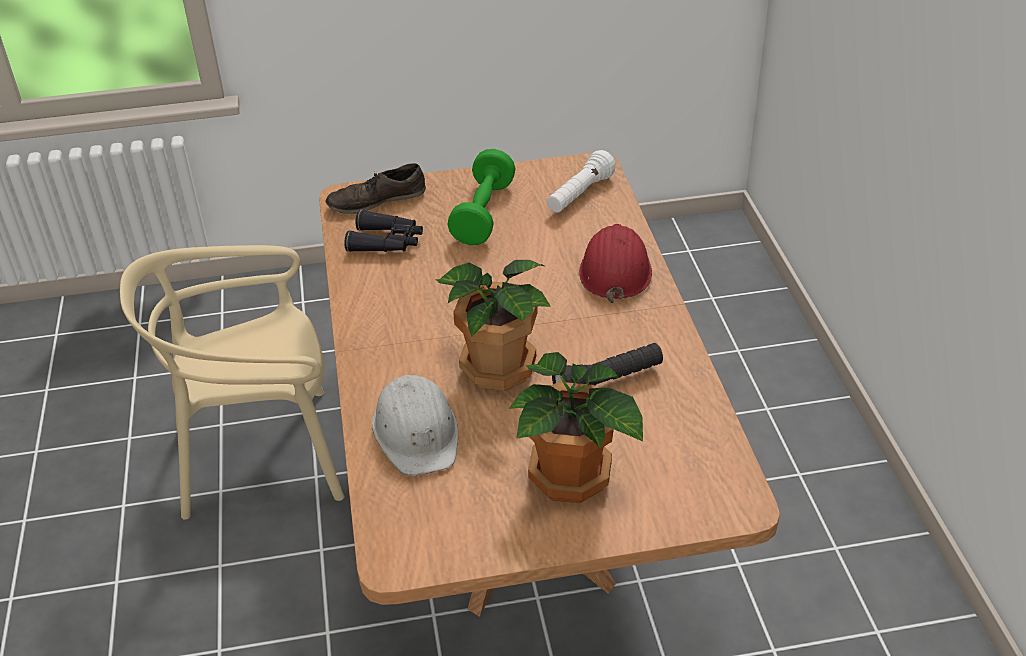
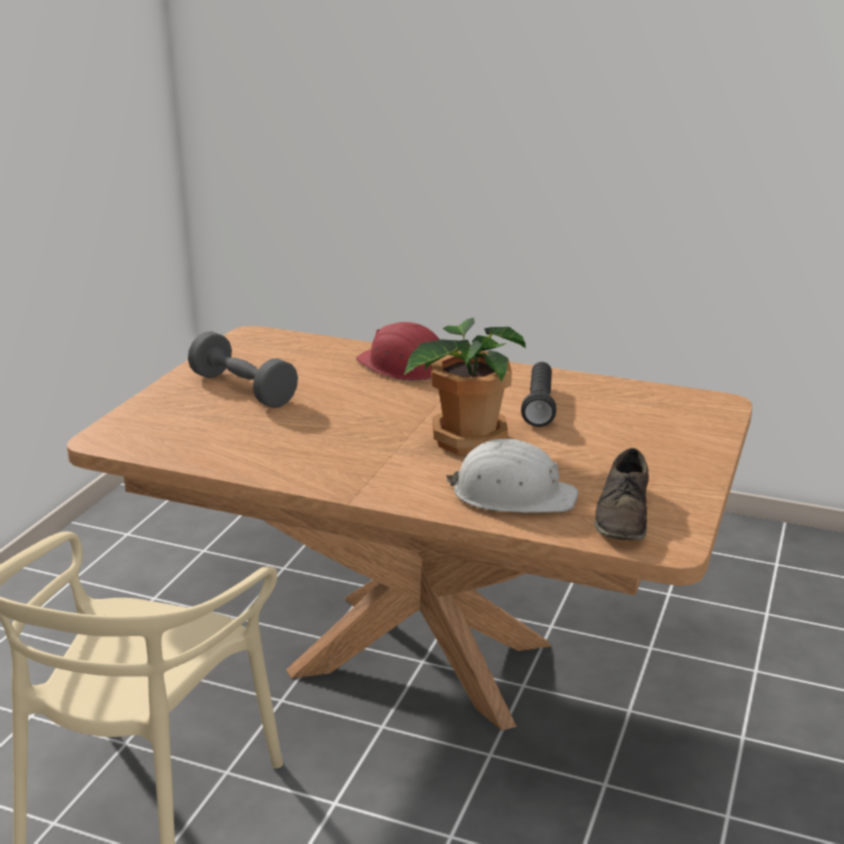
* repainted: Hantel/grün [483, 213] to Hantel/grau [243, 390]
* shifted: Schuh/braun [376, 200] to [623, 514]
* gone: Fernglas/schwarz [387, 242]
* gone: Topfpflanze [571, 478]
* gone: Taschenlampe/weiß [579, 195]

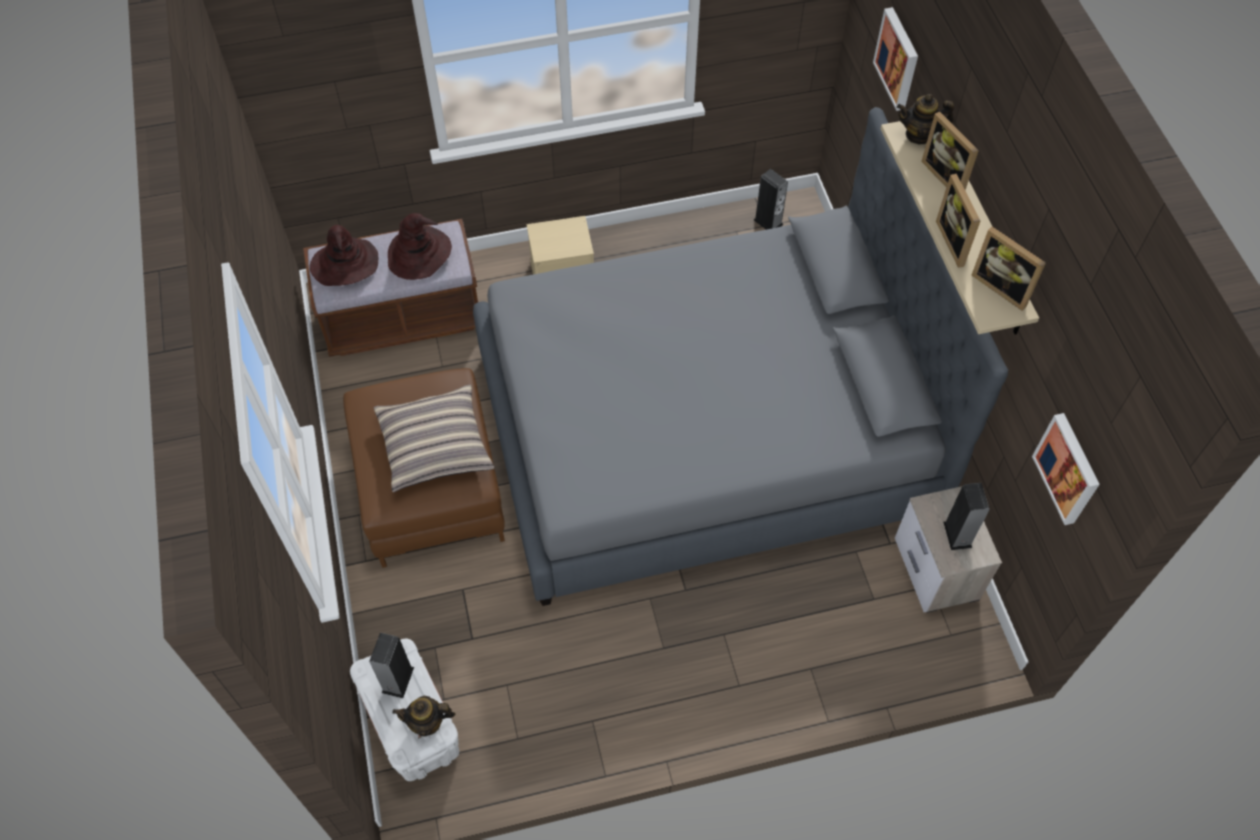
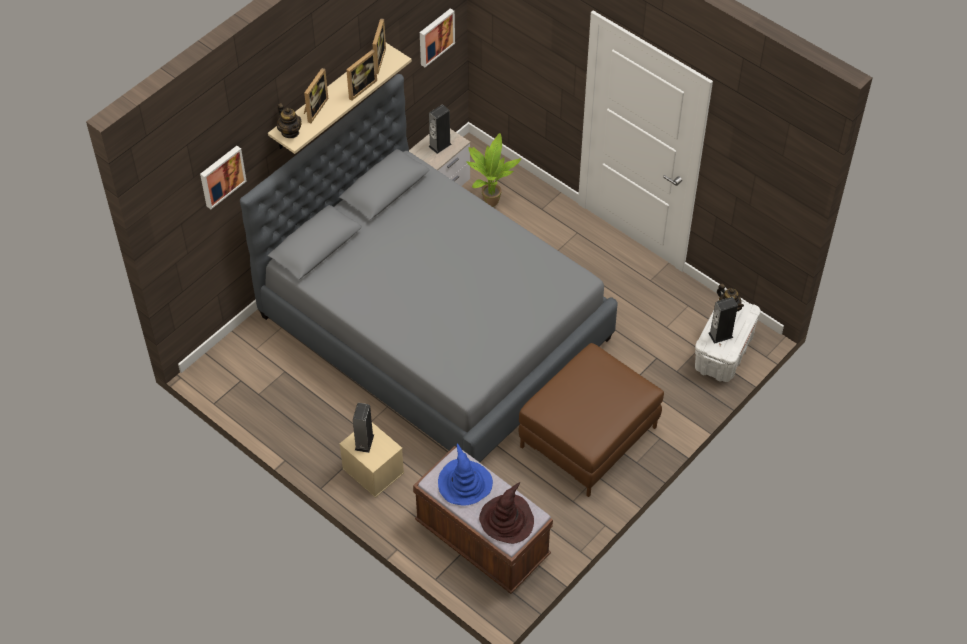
* shifted: Lautsprecher [768, 222] to [364, 442]
* repainted: Hut/braun [419, 254] to Hut/blau [464, 483]
* new: Topfpflanze [489, 201]
* gone: Kissen [435, 445]

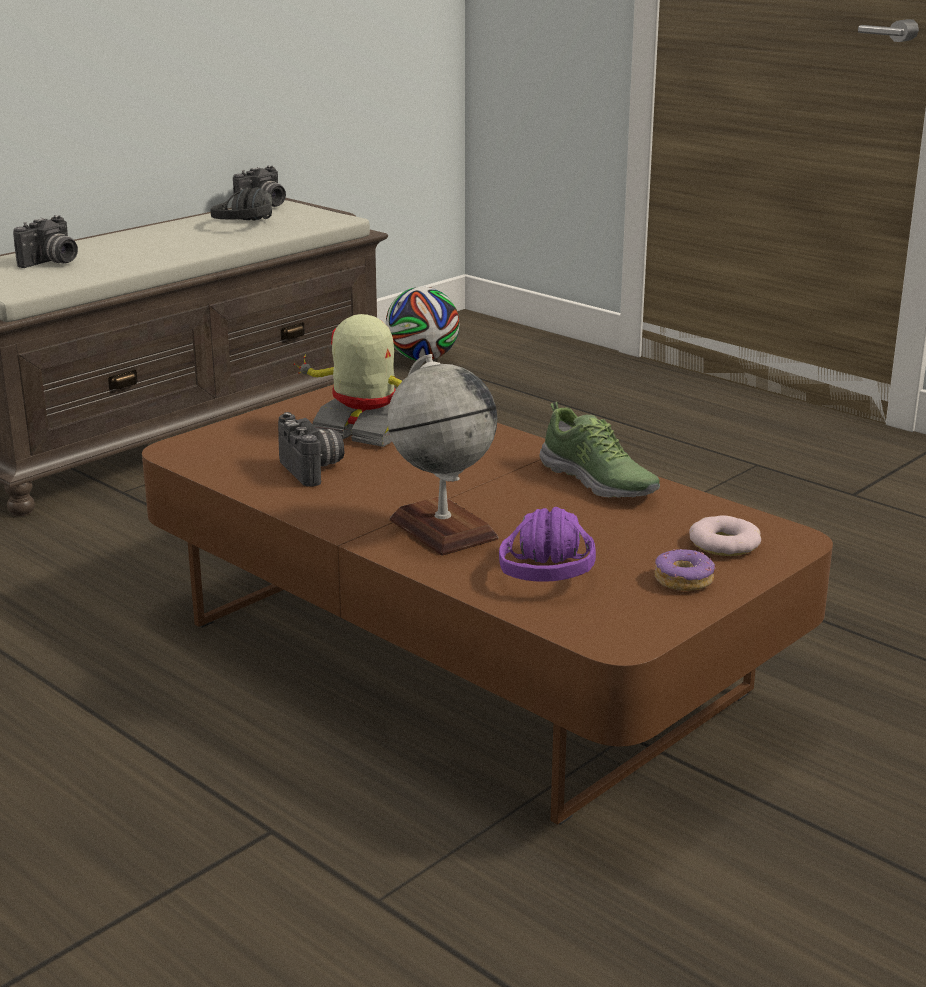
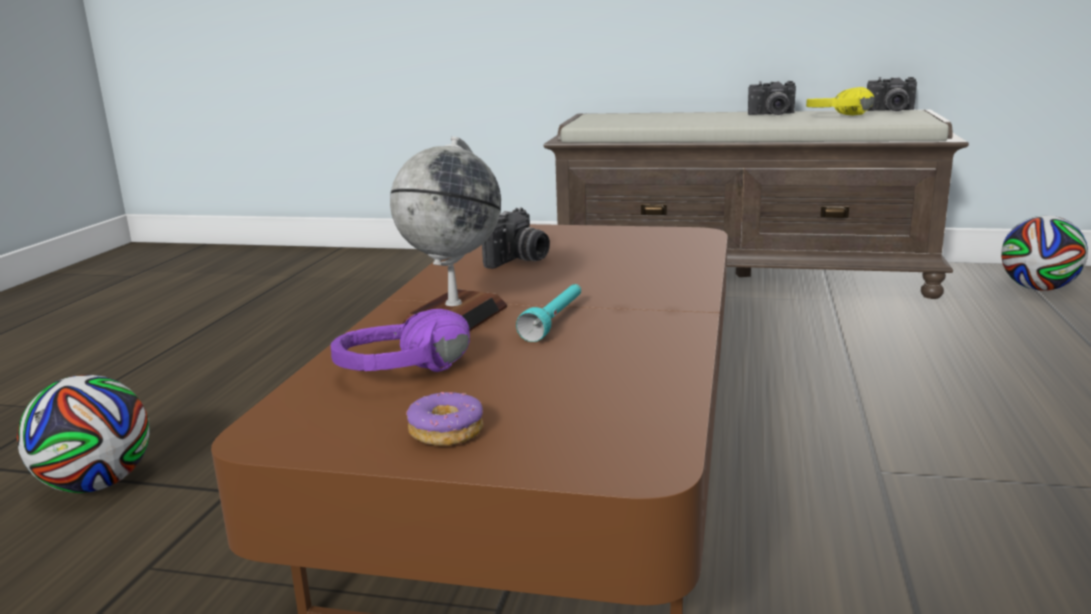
* new: Fußball [97, 484]
* new: Taschenlampe/türkis [555, 321]
* shifted: Kamera [52, 263] to [772, 114]
* repainted: Kopfhörer/schwarz [256, 224] to Kopfhörer/gelb [845, 117]
* gone: Spielzeugroboter [366, 430]
* gone: Schuh [599, 482]
* gone: Donut [724, 543]

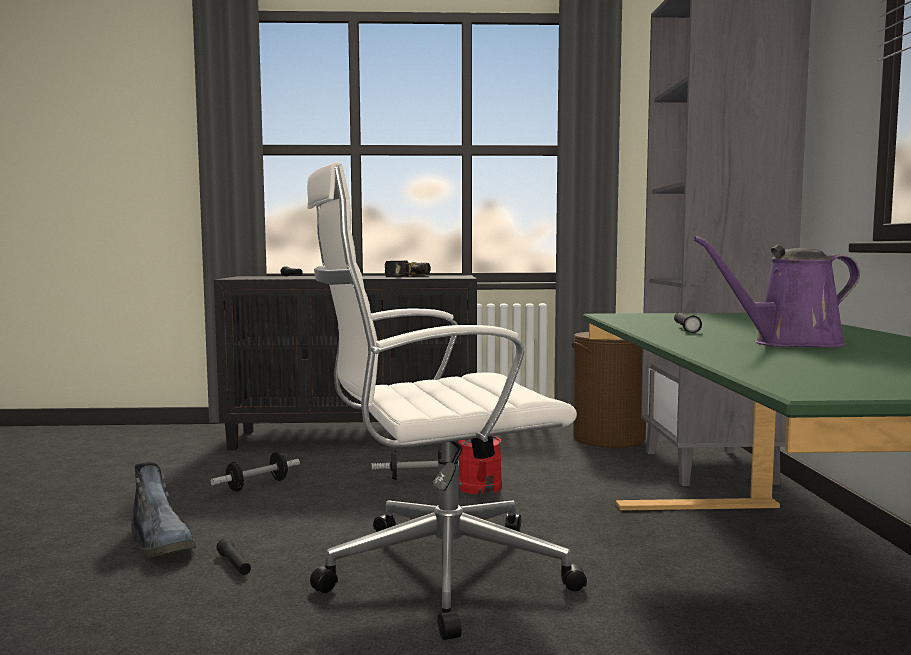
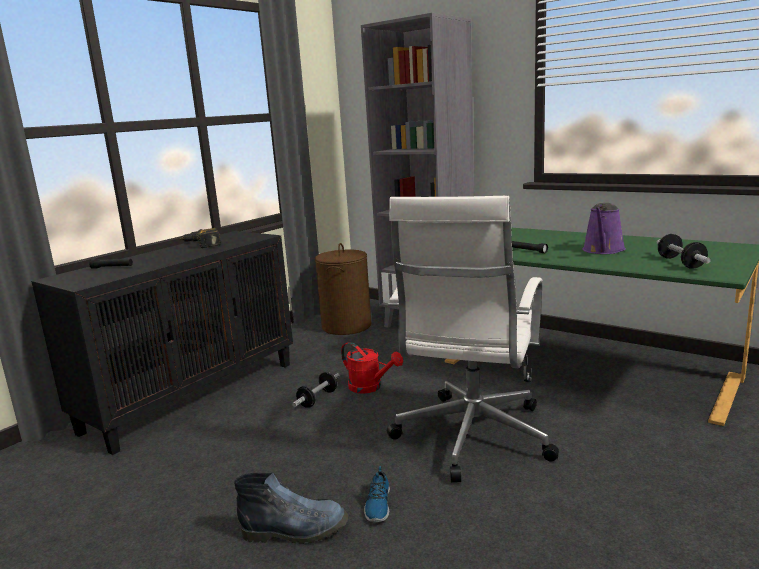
* swapped: Taschenlampe/schwarz [234, 565] to Schuh [377, 505]
* shifted: Hantel [257, 485] to [680, 263]

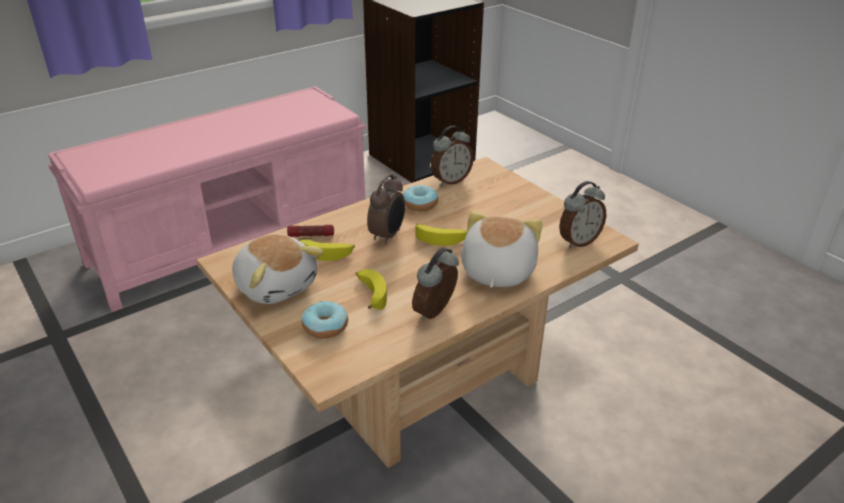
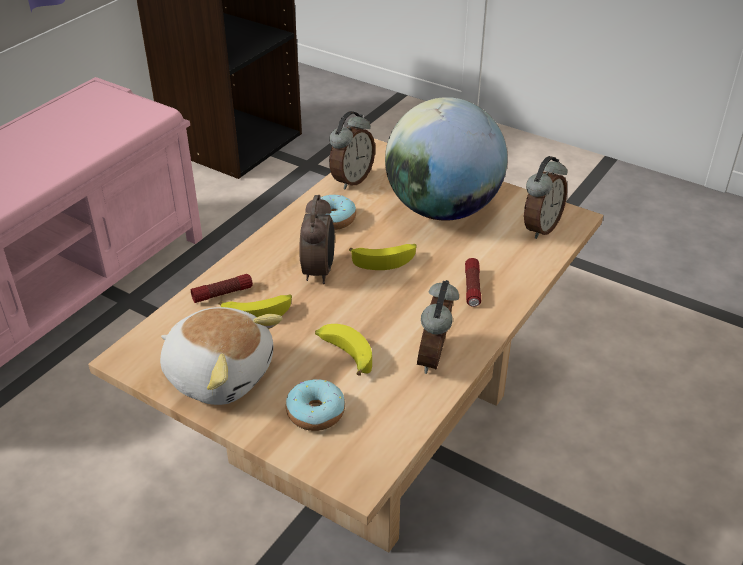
* new: Globus [442, 209]
* swapped: Plüschtier [496, 271] to Taschenlampe [472, 288]

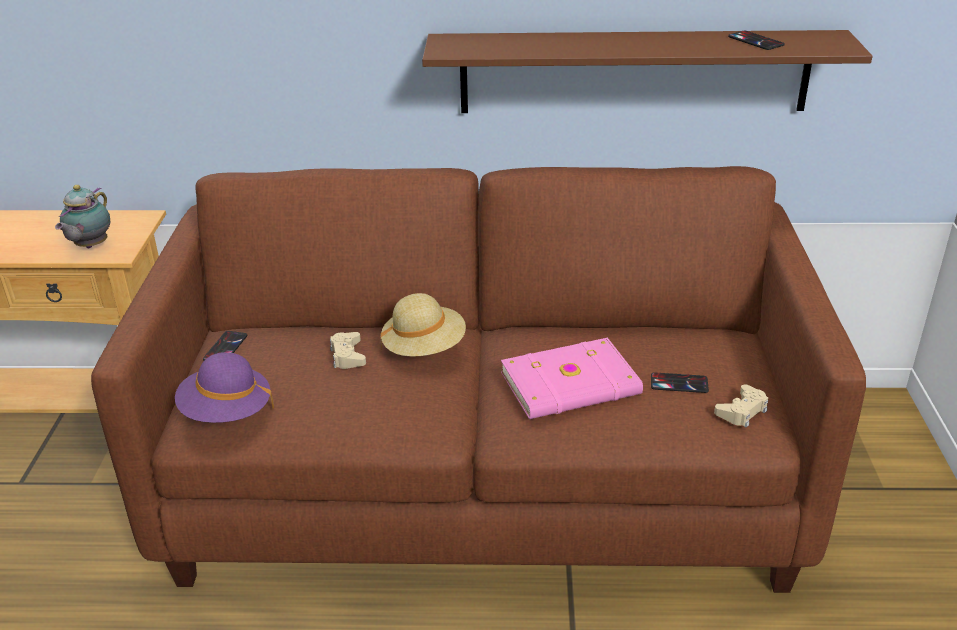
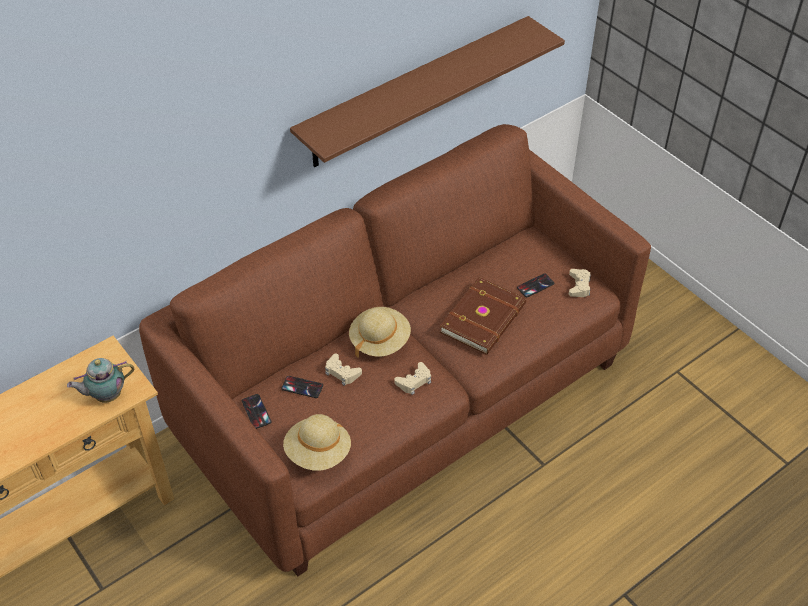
* rotated: Teekanne [90, 246] = [106, 395] 90 degrees clockwise
* shifted: Handy [756, 41] to [302, 387]
* repainted: Hut/lila [226, 412] to Hut/beige [318, 453]
* new: Gamepad/beige [414, 381]
* repainted: Buch/rosa [572, 385] to Buch/braun [484, 319]

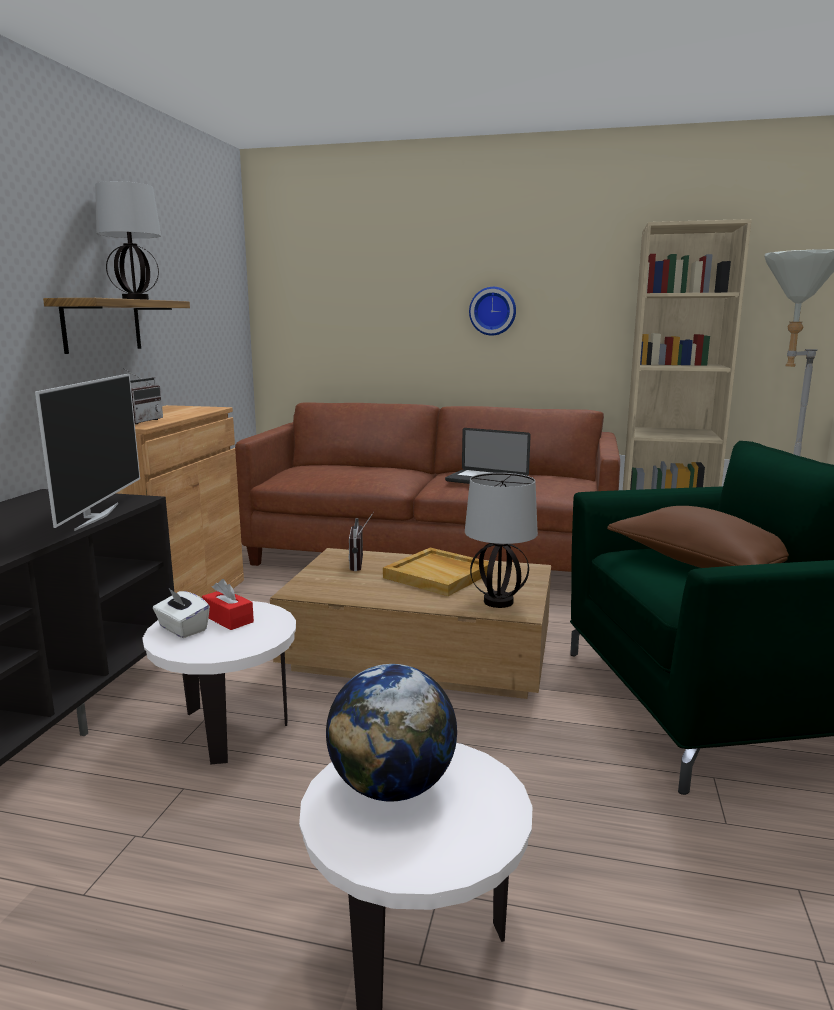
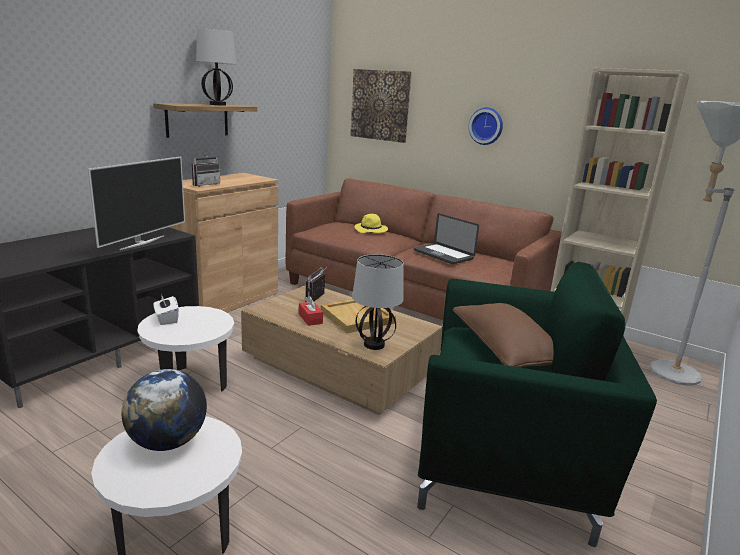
* shifted: Taschentuchbox/rot [228, 619] to [310, 319]
* new: Bild [380, 105]
* new: Hut/gelb [371, 230]

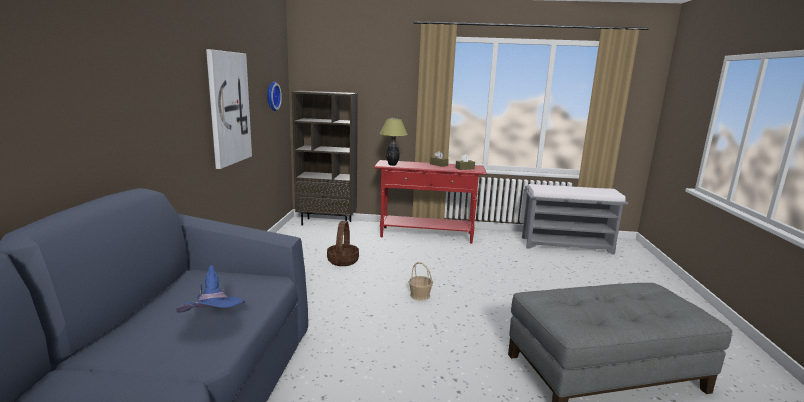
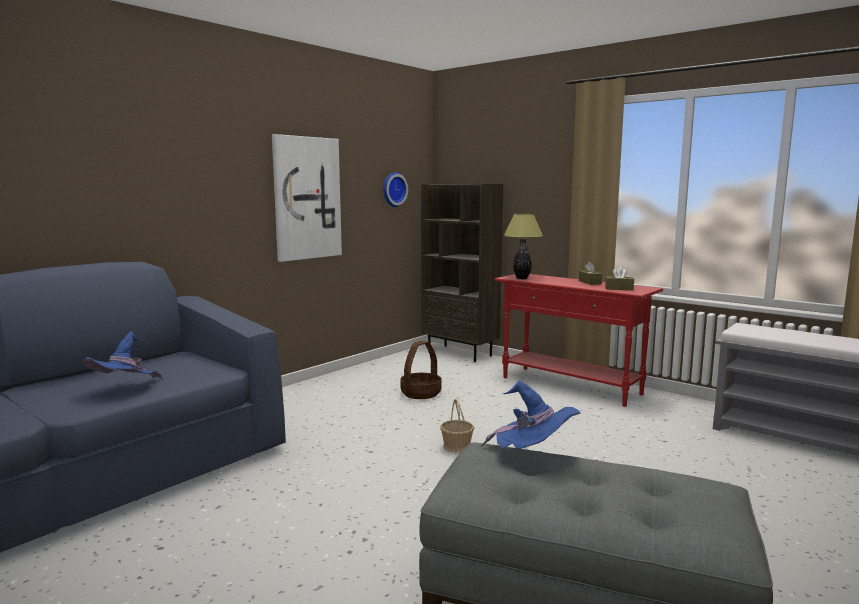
* new: Hut/blau [534, 454]

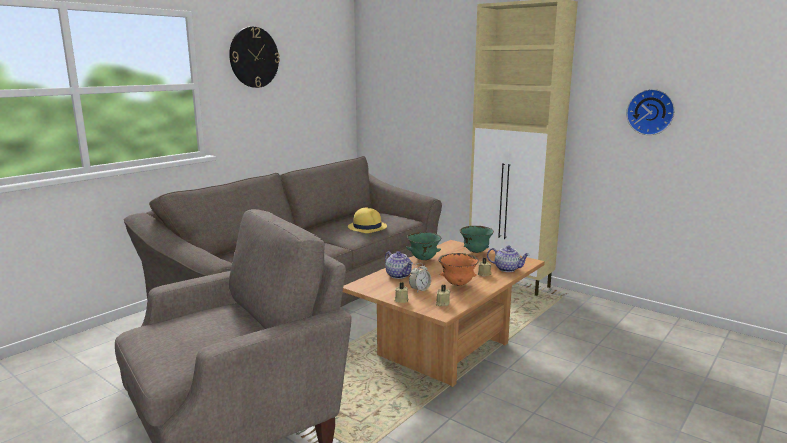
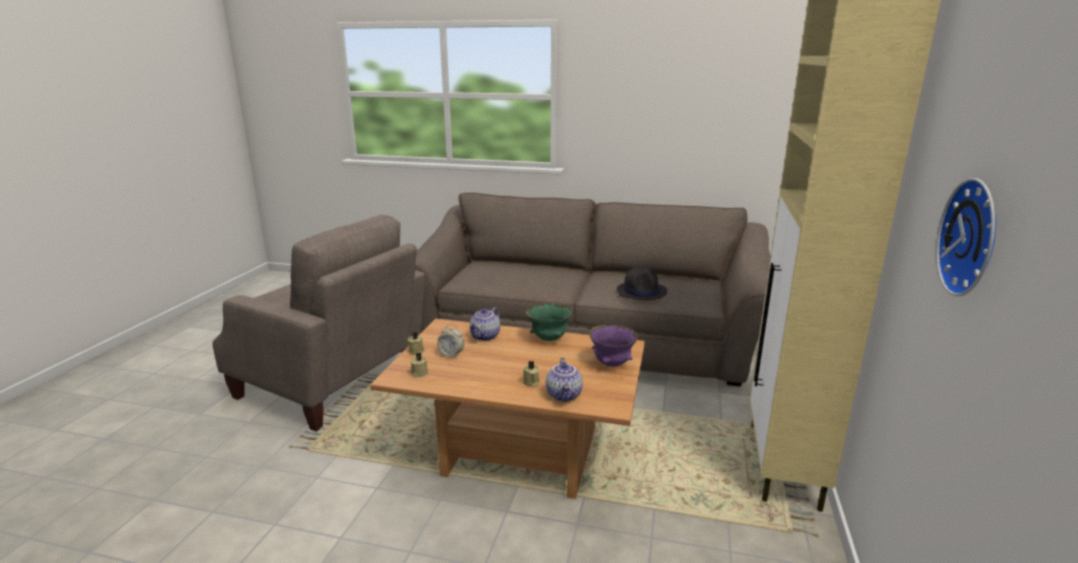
* repainted: Schüssel/grün [475, 252] to Schüssel/lila [612, 364]
* repainted: Hut/gelb [367, 227] to Hut/schwarz [642, 291]
* gone: Wanduhr [254, 57]
* gone: Schüssel/orange [458, 284]

